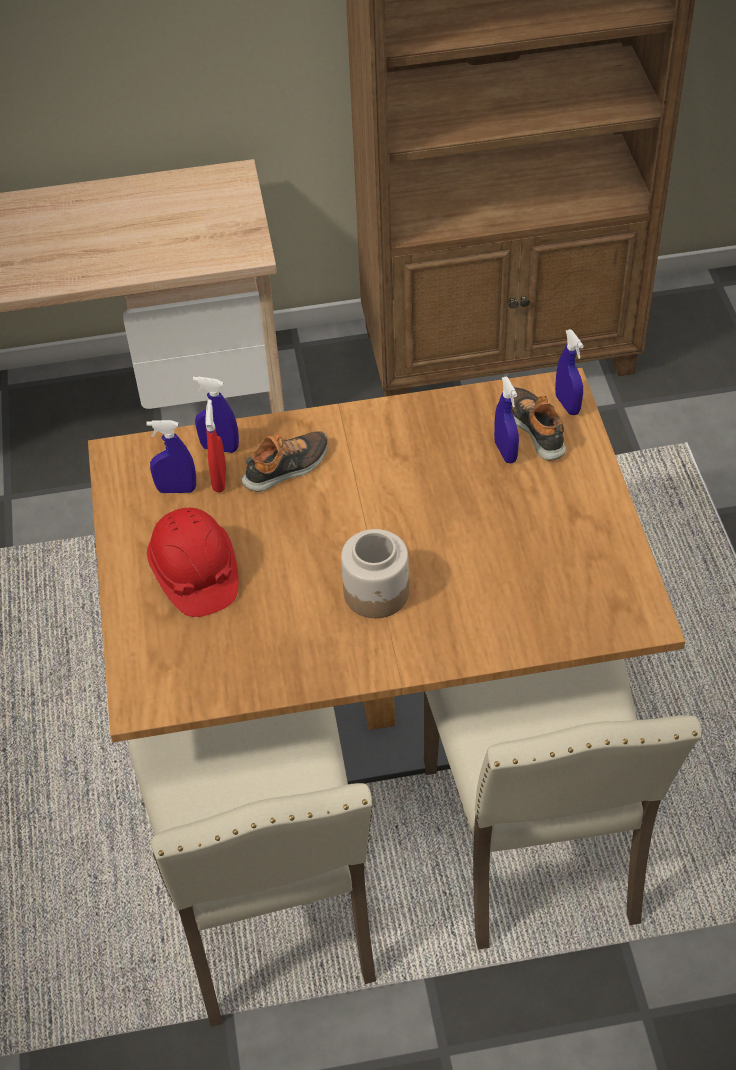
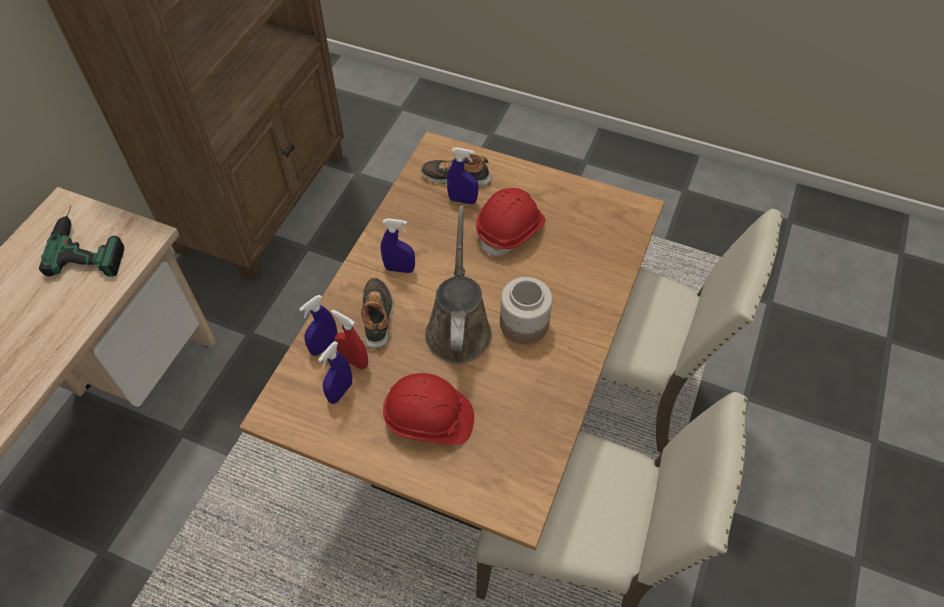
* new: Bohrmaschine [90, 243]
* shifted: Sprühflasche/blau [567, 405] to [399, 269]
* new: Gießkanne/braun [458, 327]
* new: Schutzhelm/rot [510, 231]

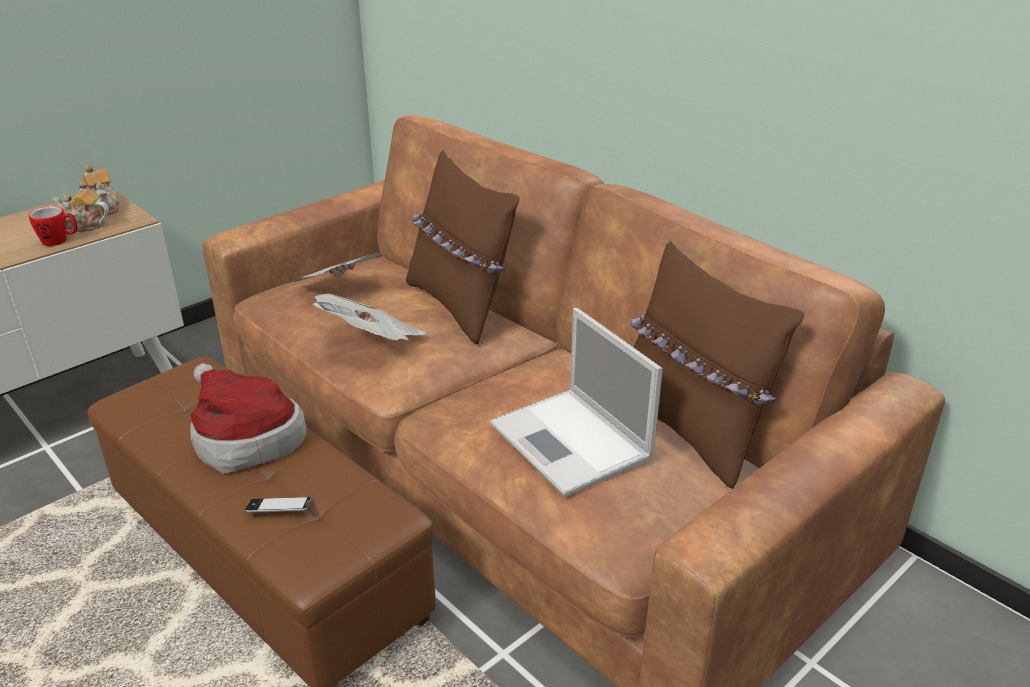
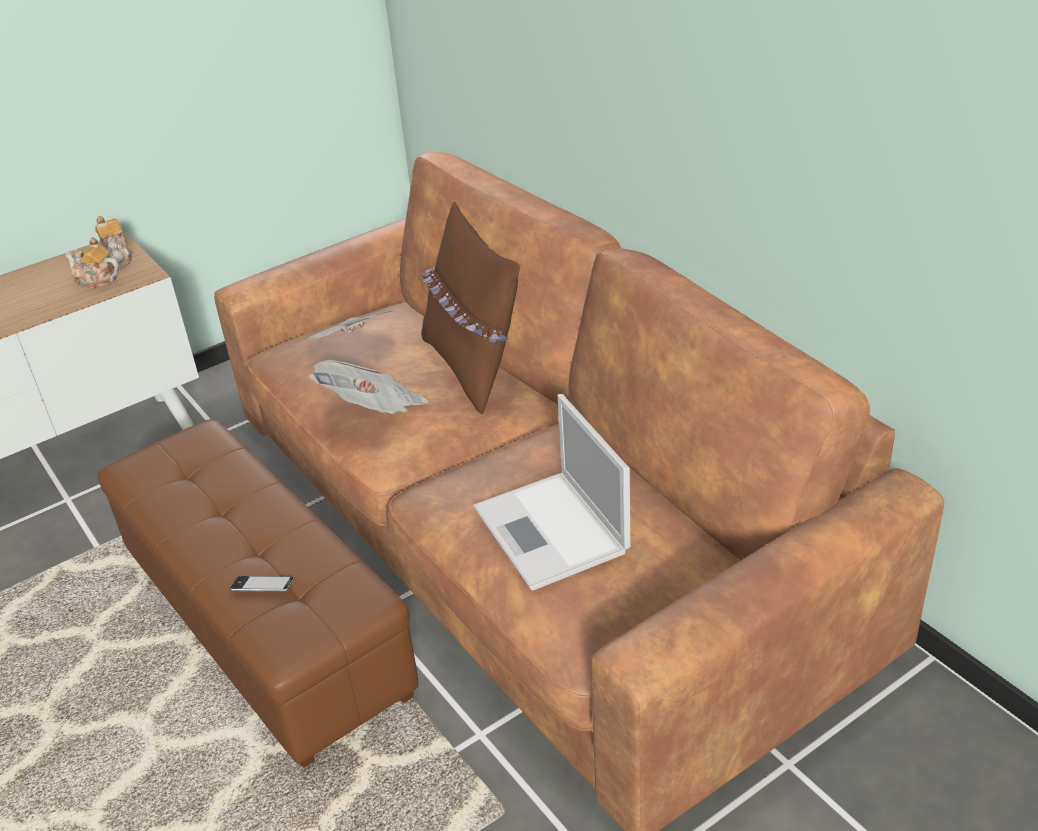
* gone: Henkelbecher [60, 241]
* gone: Hut [244, 438]
* gone: Kissen/braun [689, 430]

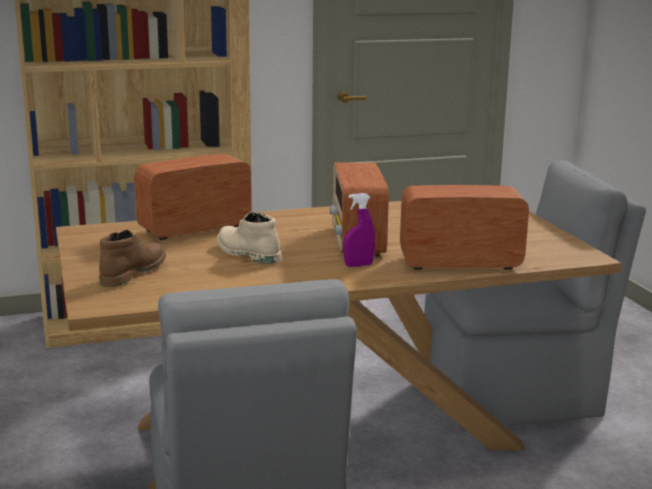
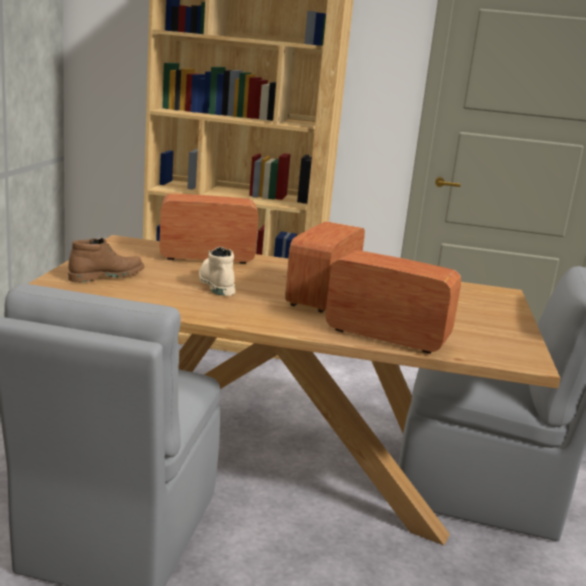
* gone: Sprühflasche/lila [358, 265]

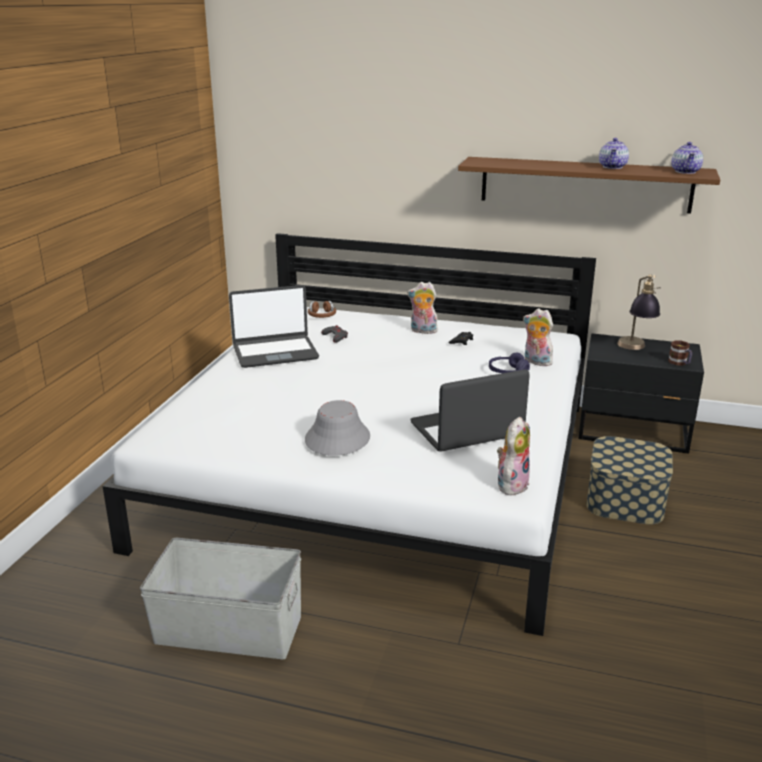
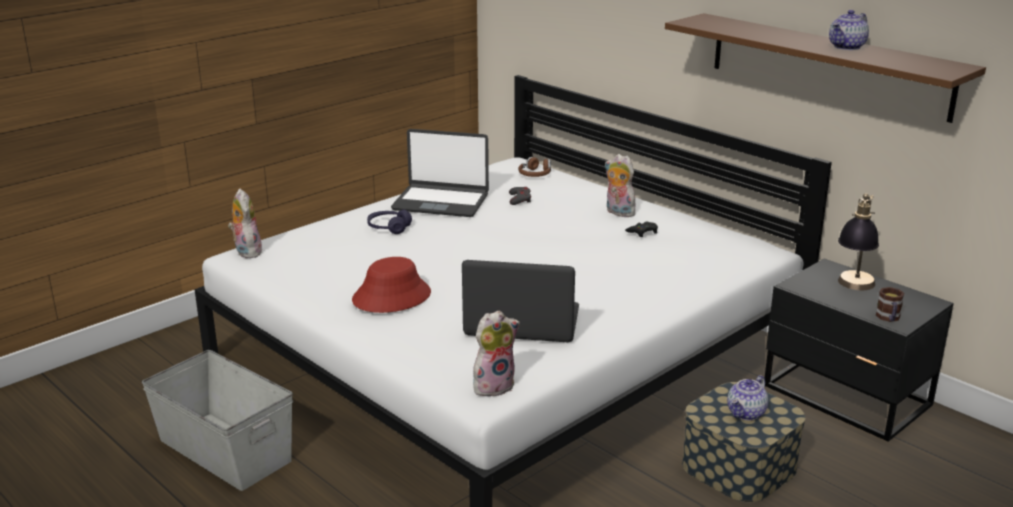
* shifted: Plüschtier [536, 362] to [246, 251]
* repainted: Hut/grau [337, 438] to Hut/rot [391, 297]
* shifted: Kopfhörer/lila [507, 372] to [389, 228]
* shifted: Teekanne [686, 171] to [746, 413]

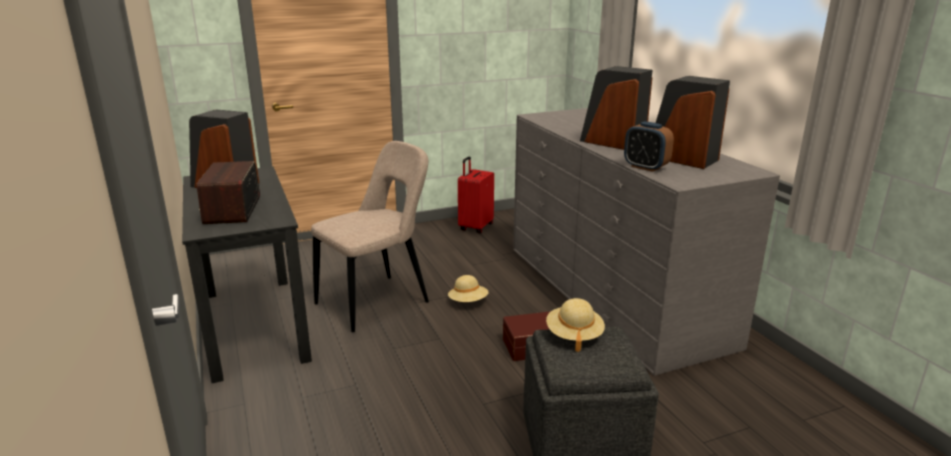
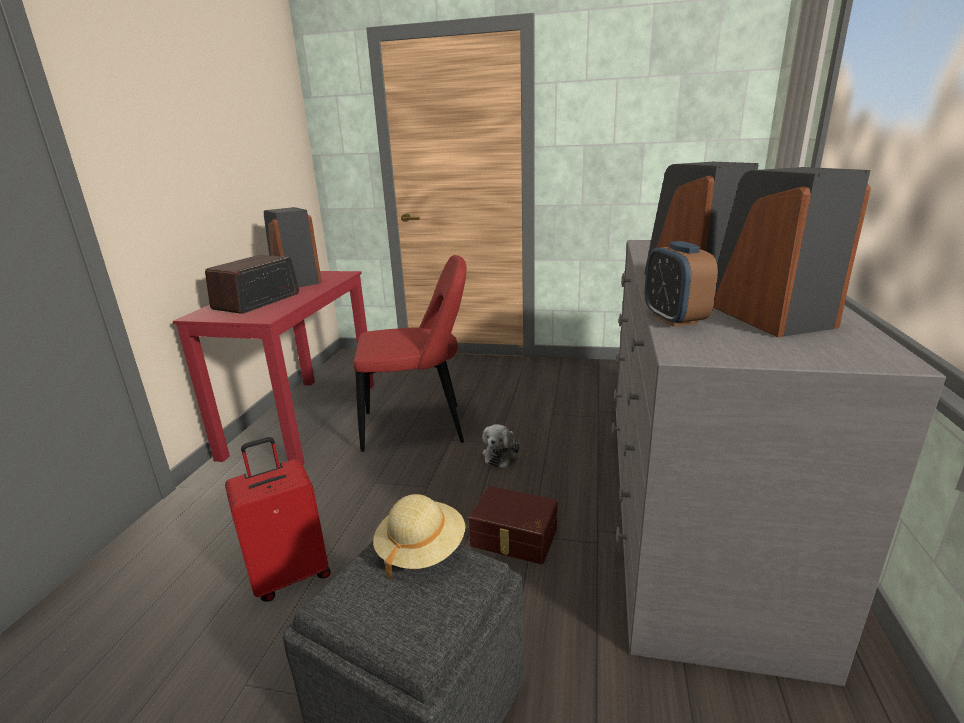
* repainted: Schreibtisch/schwarz [254, 324] to Schreibtisch/rot [304, 418]
* shifted: Koffer/rot [475, 227] to [290, 574]
* repainted: Stuhl/beige [377, 301] to Stuhl/rot [419, 427]
* swapped: Hut/beige [468, 302] to Plüschtier [501, 455]

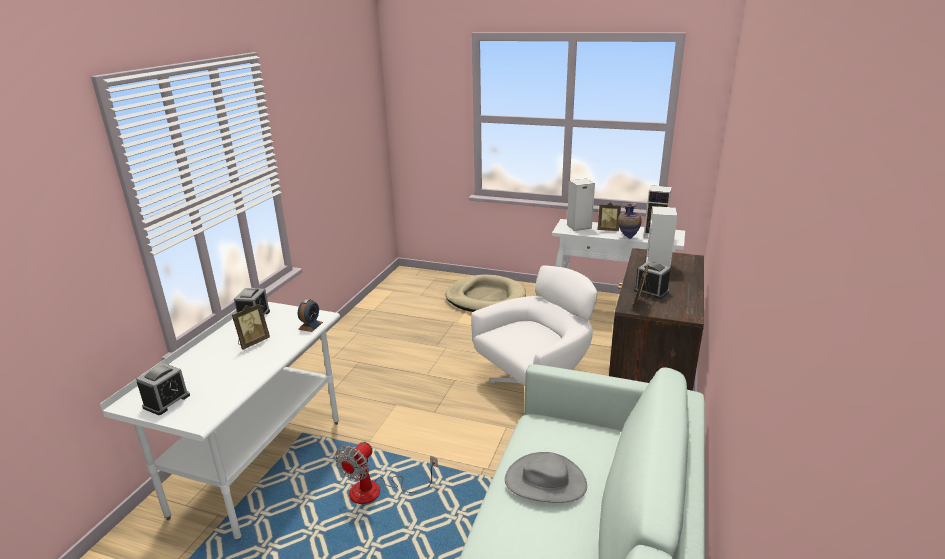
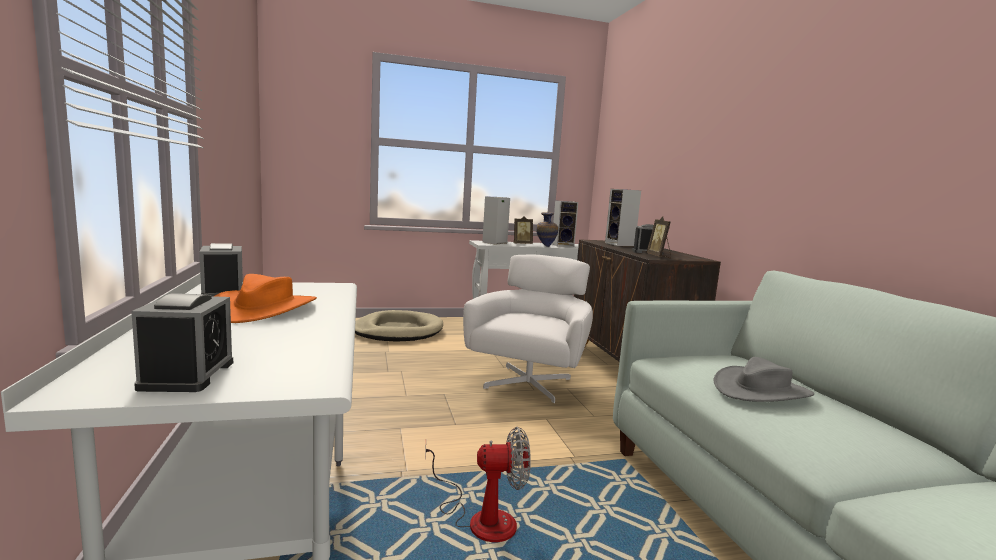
* swapped: Bilderrahmen [253, 342] to Hut/orange [264, 308]
* rotated: Ventilator [377, 491] = [480, 518] 90 degrees counterclockwise
* gone: Wecker [310, 325]

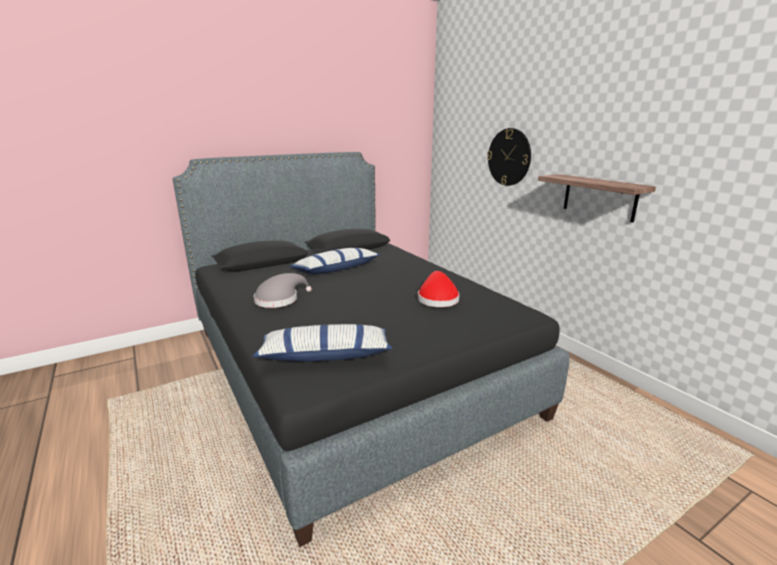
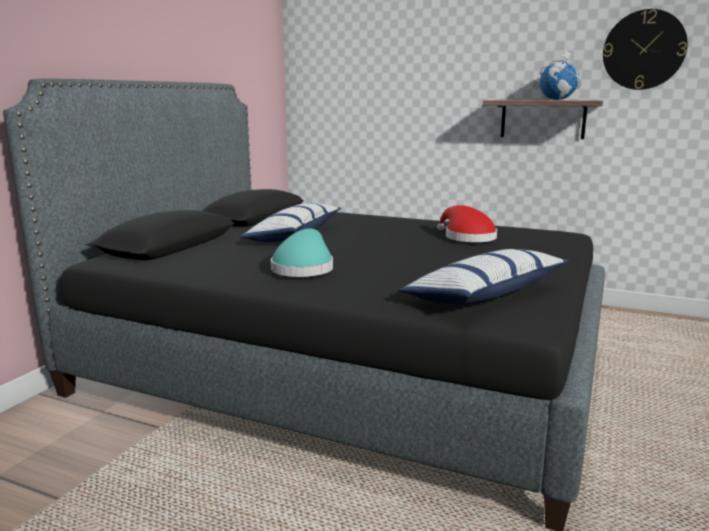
* repainted: Hut/grau [279, 299] to Hut/türkis [304, 268]
* new: Globus [557, 100]
* shifted: Wanduhr [509, 157] to [643, 50]

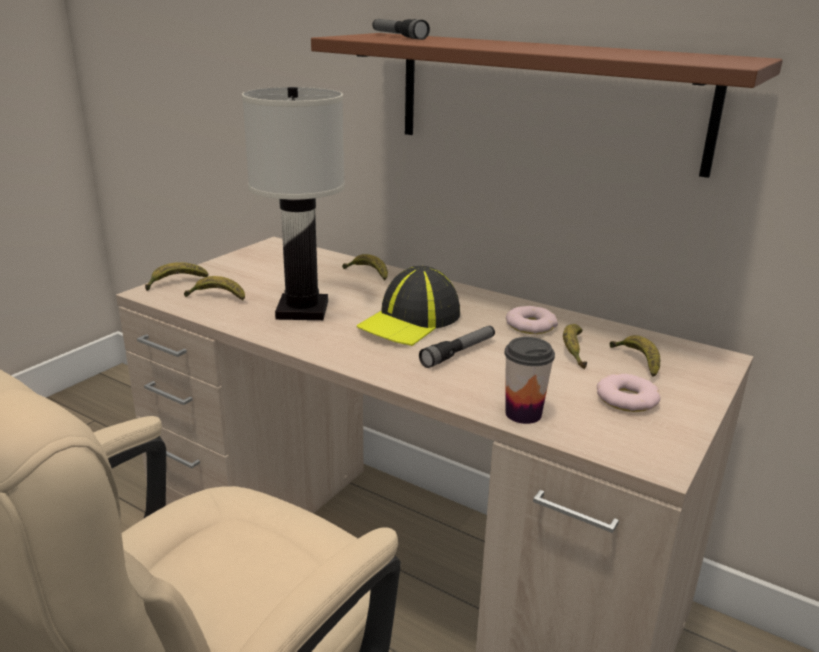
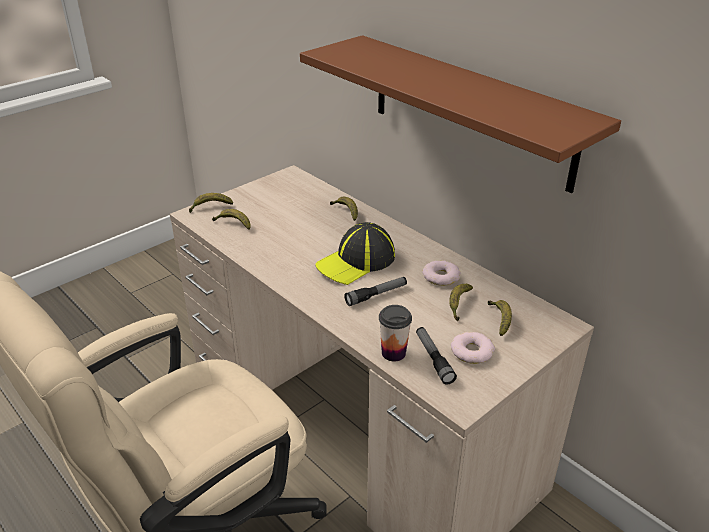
* shifted: Taschenlampe [398, 36] to [433, 359]
* gone: Tischlampe/weiß [303, 310]

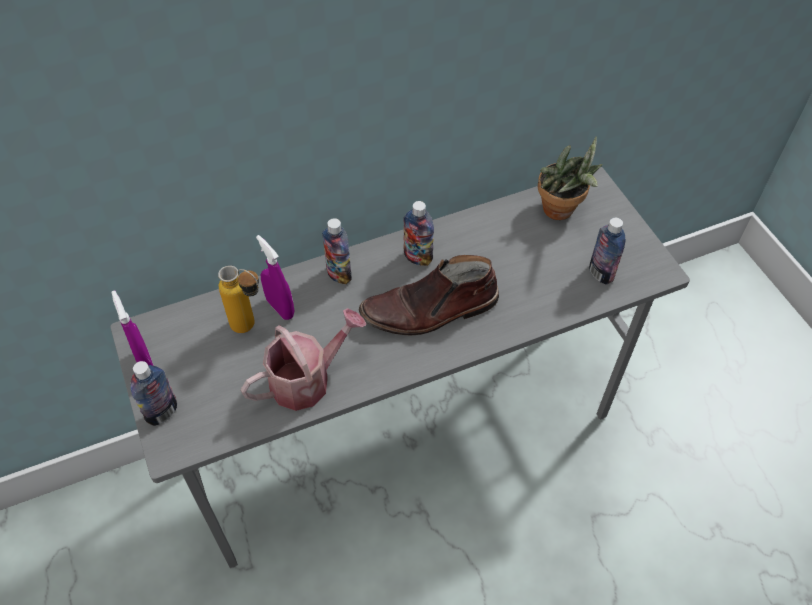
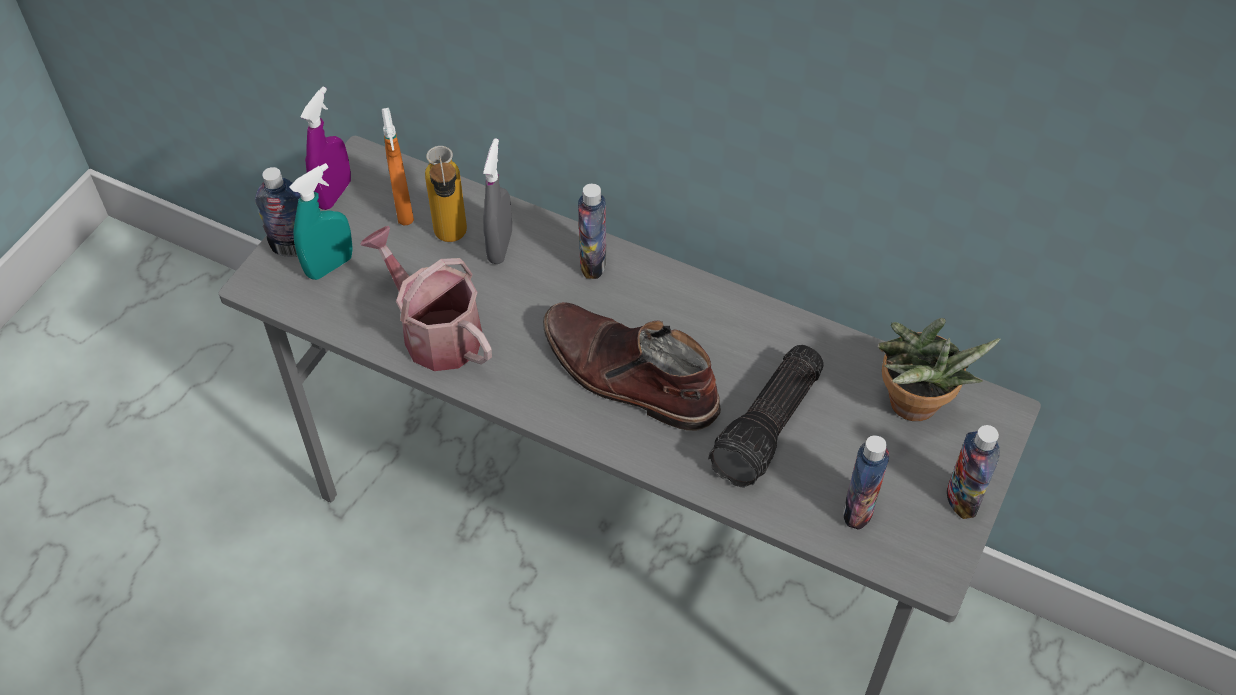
* new: Sprühflasche/türkis [330, 266]
* rotated: Gießkanne [307, 379] = [435, 332] 150 degrees counterclockwise
* new: Sprühflasche/orange [403, 209]
* repainted: Sprühflasche/lila [280, 308] to Sprühflasche/grau [500, 246]
* new: Taschenlampe [770, 428]
* shifted: Flasche [418, 257] to [962, 499]

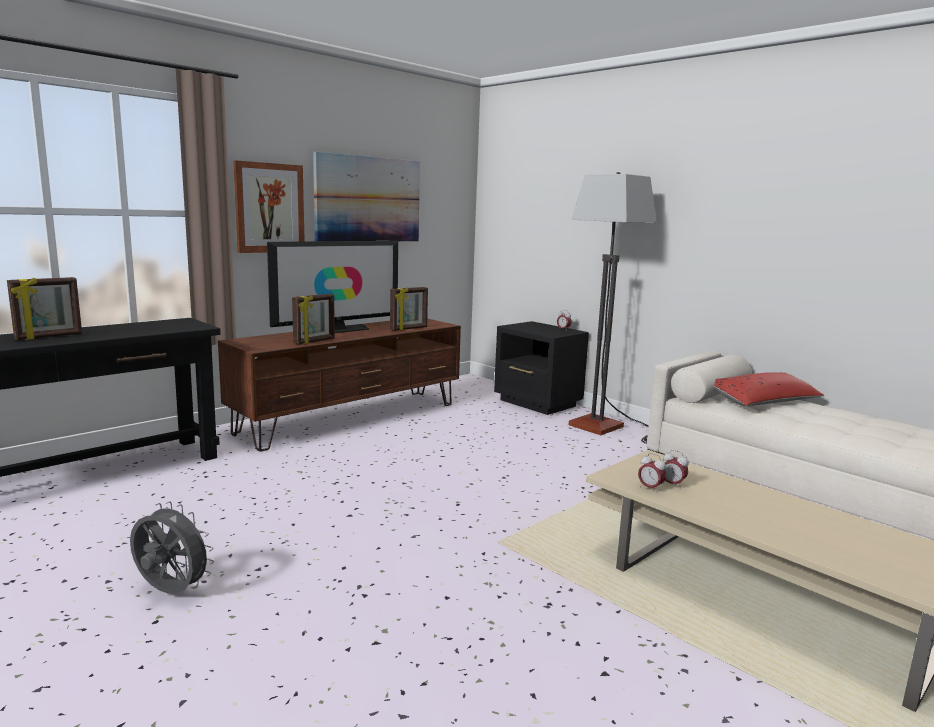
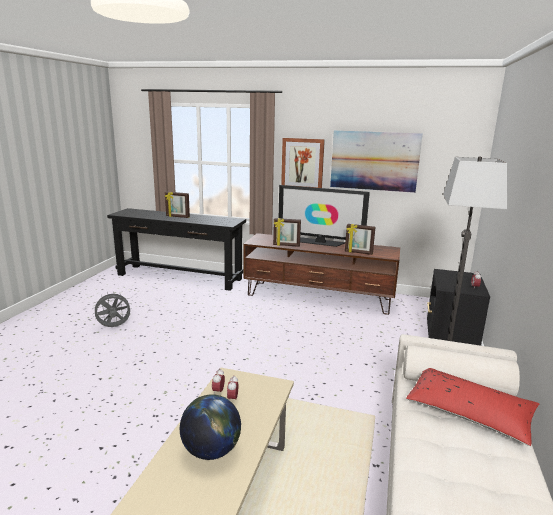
* rotated: Ventilator/grau [170, 592] = [114, 327] 105 degrees counterclockwise
* new: Globus [211, 451]

